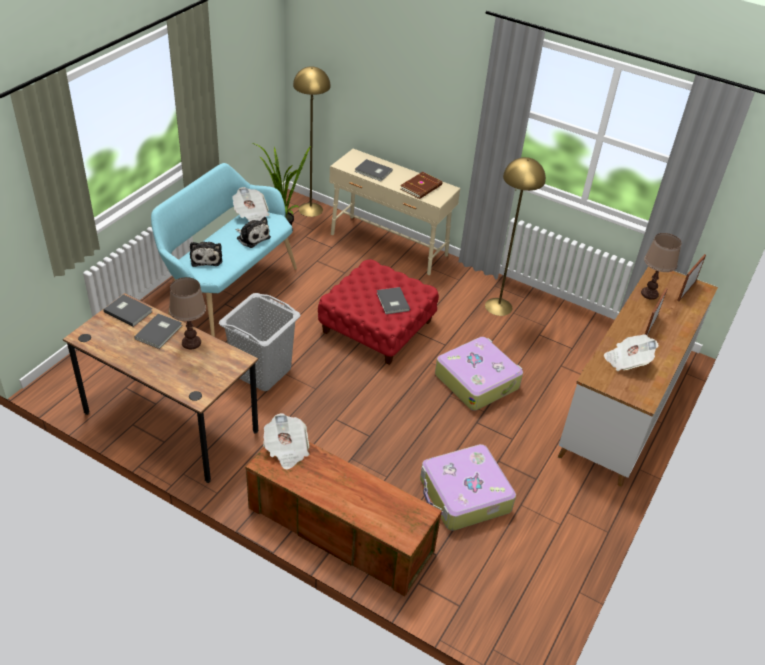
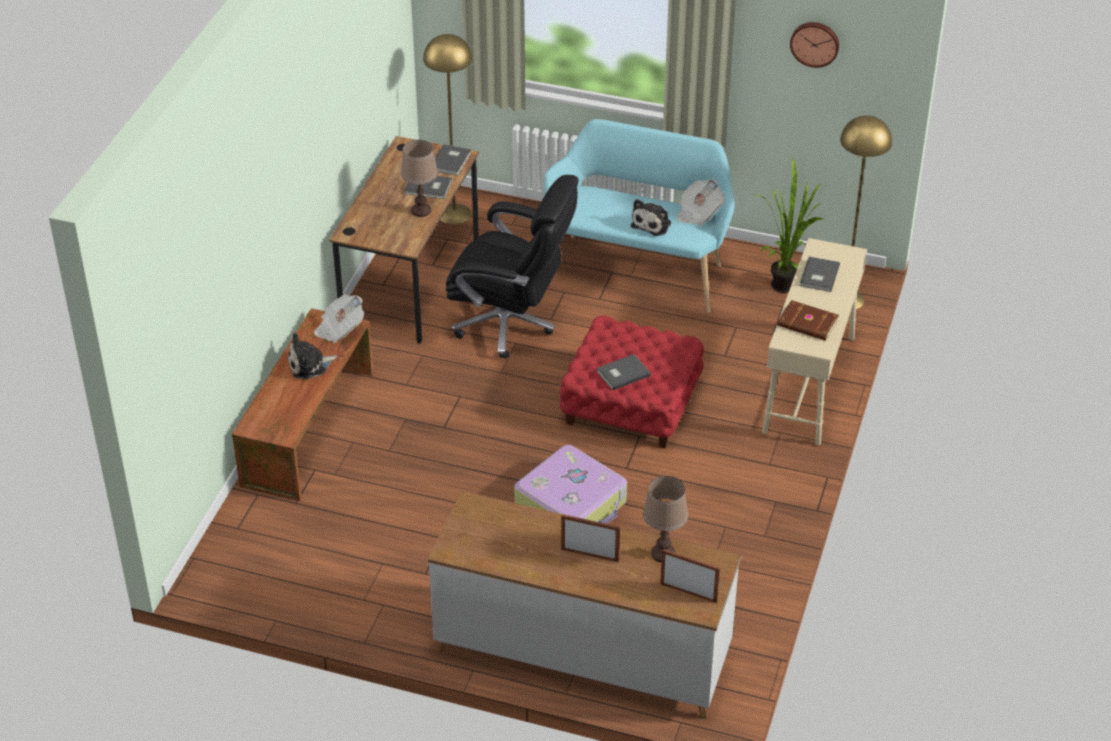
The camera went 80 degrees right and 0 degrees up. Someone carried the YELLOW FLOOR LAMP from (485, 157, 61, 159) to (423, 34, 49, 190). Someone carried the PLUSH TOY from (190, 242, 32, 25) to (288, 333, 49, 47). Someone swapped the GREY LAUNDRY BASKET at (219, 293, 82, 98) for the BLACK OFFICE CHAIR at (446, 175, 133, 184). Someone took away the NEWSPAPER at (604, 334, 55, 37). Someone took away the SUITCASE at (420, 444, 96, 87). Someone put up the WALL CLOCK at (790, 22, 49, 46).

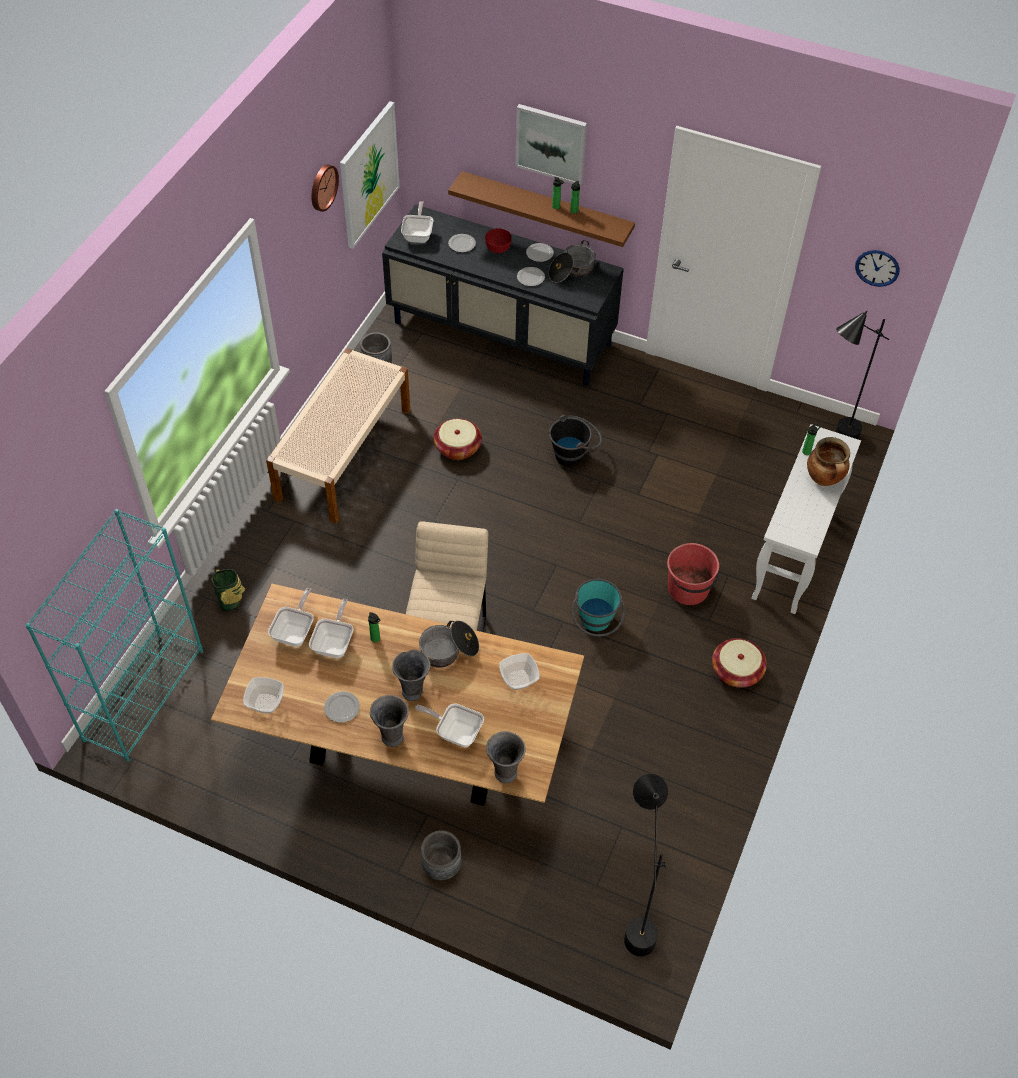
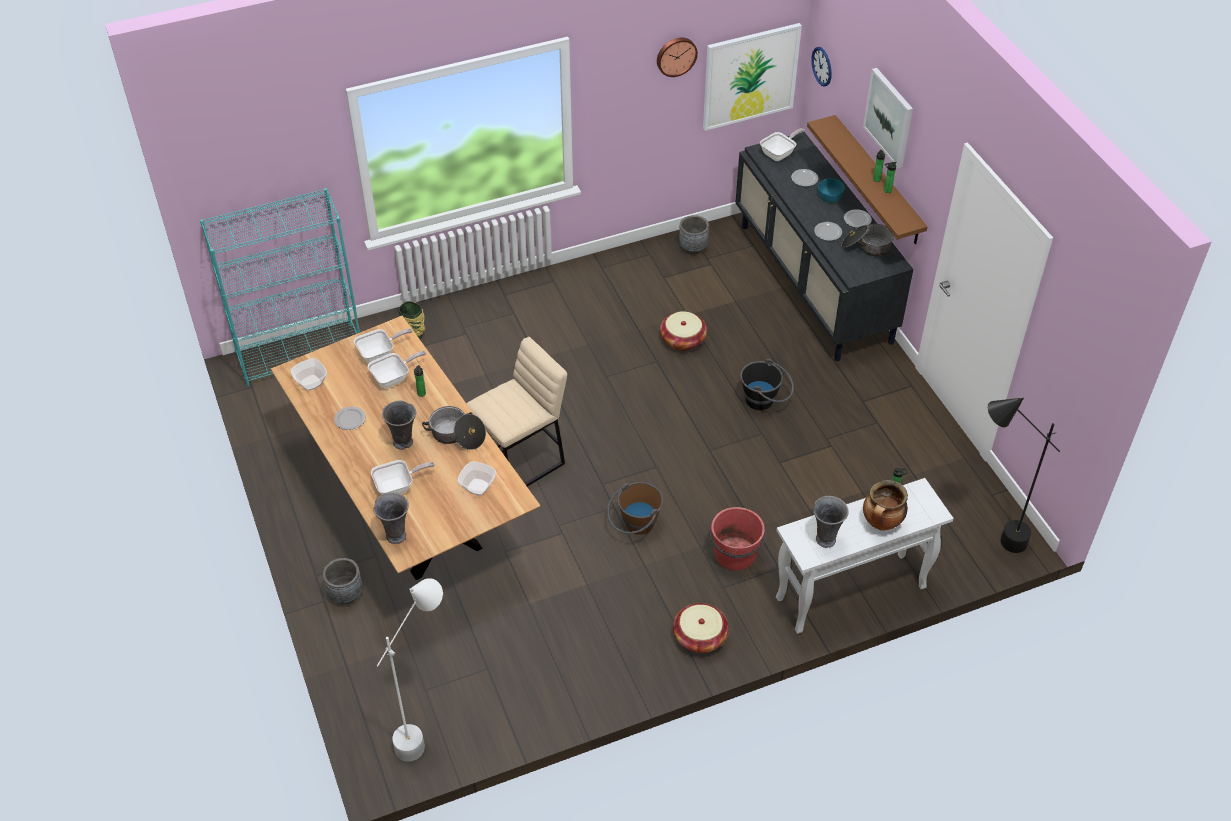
The camera went 45 degrees right and 5 degrees down. Someone repainted the RED BOWL at (485, 229, 27, 24), which became the TURQUOISE BOWL at (818, 178, 27, 24). Someone carried the WALL CLOCK from (855, 250, 45, 37) to (811, 47, 21, 40). Someone took away the BEIGE BENCH at (266, 348, 144, 176). Someone repainted the TURQUOISE BUCKET at (572, 579, 53, 58), which became the BROWN BUCKET at (607, 482, 56, 53). Someone carried the GREY VASE from (370, 695, 39, 52) to (813, 496, 36, 52). Someone rotated the FRYING PAN at (415, 703, 69, 44) by 90 degrees clockwise. Someone repainted the BLACK FLOOR LAMP at (624, 774, 44, 182), which became the WHITE FLOOR LAMP at (377, 578, 66, 183).

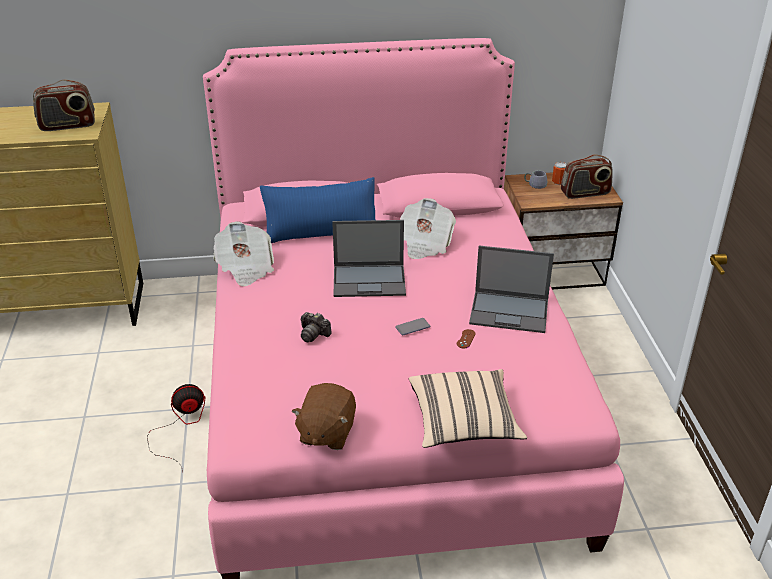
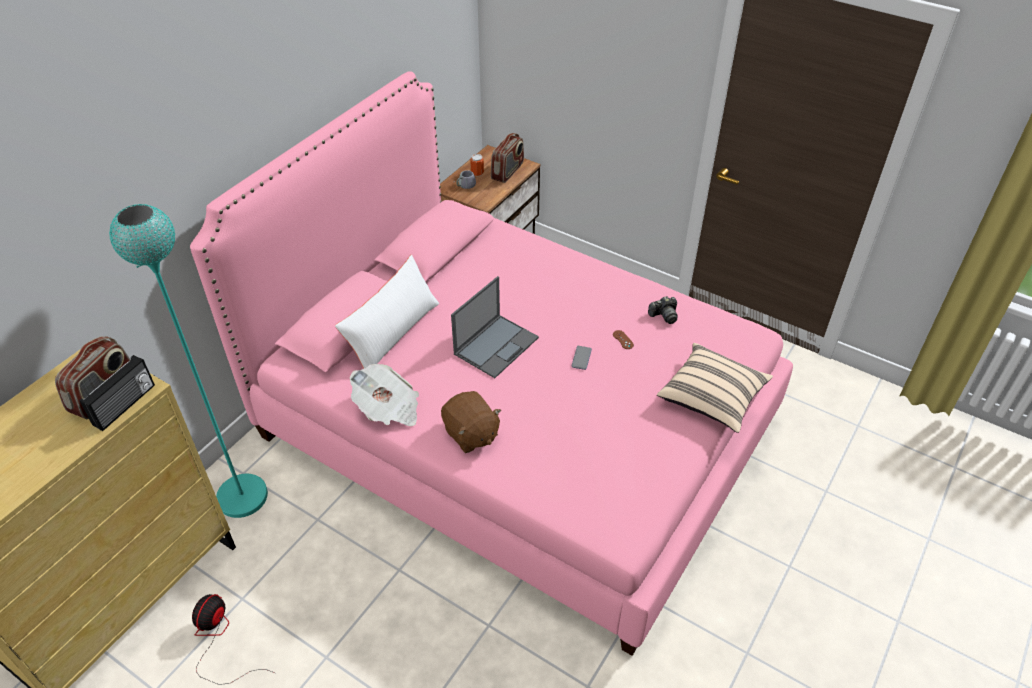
The camera went 50 degrees left and 10 degrees up. Someone repainted the BLUE PILLOW at (260, 177, 115, 66), which became the WHITE PILLOW at (335, 255, 104, 114). Someone took away the NEWSPAPER at (400, 198, 56, 61). Someone took away the LAPTOP at (469, 246, 85, 87). Someone carried the PHOTO CAMERA from (301, 312, 31, 31) to (648, 296, 30, 28). Someone carried the BROWN PLUSH TOY from (292, 383, 64, 67) to (441, 391, 60, 62). Someone carried the FAN from (147, 384, 58, 88) to (192, 594, 82, 91). Someone put down the TURQUOISE FLOOR LAMP at (109, 204, 159, 314). Someone put down the RADIO at (80, 355, 75, 76).

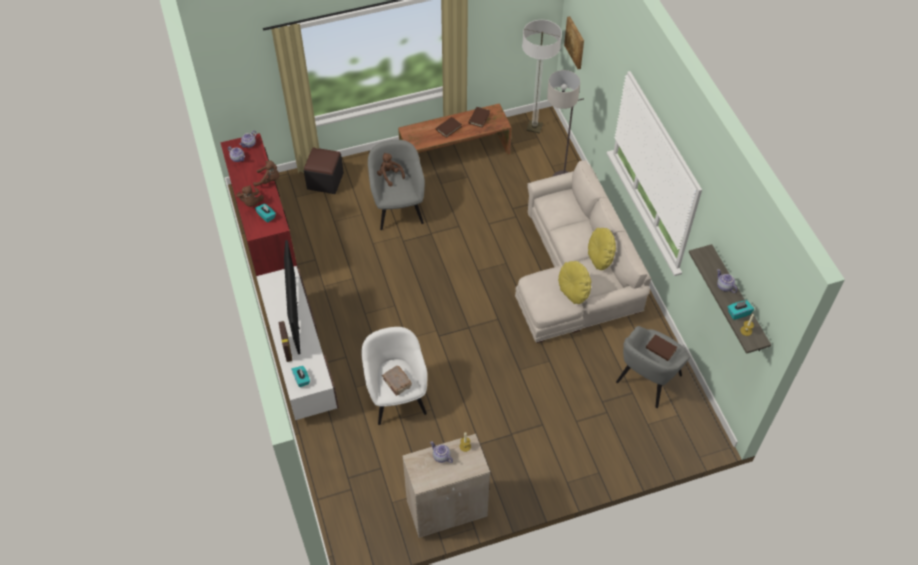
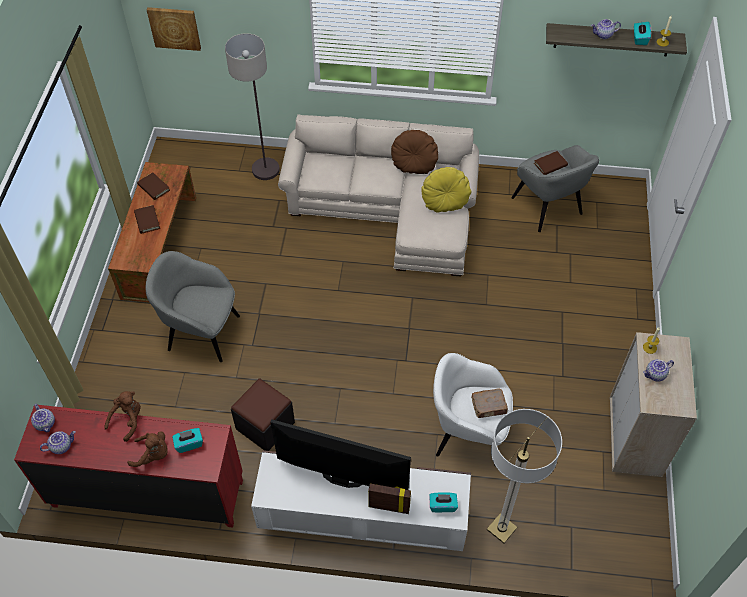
The camera went 65 degrees left and 0 degrees up. Someone carried the FLOOR LAMP from (522, 20, 40, 113) to (487, 409, 75, 134). Someone carried the BLACK OTTOMAN from (304, 148, 40, 46) to (231, 378, 64, 73). Someone took away the BROWN PLUSH TOY at (377, 153, 28, 34). Someone repainted the YELLOW PILLOW at (588, 228, 28, 42), which became the BROWN PILLOW at (391, 130, 47, 44).

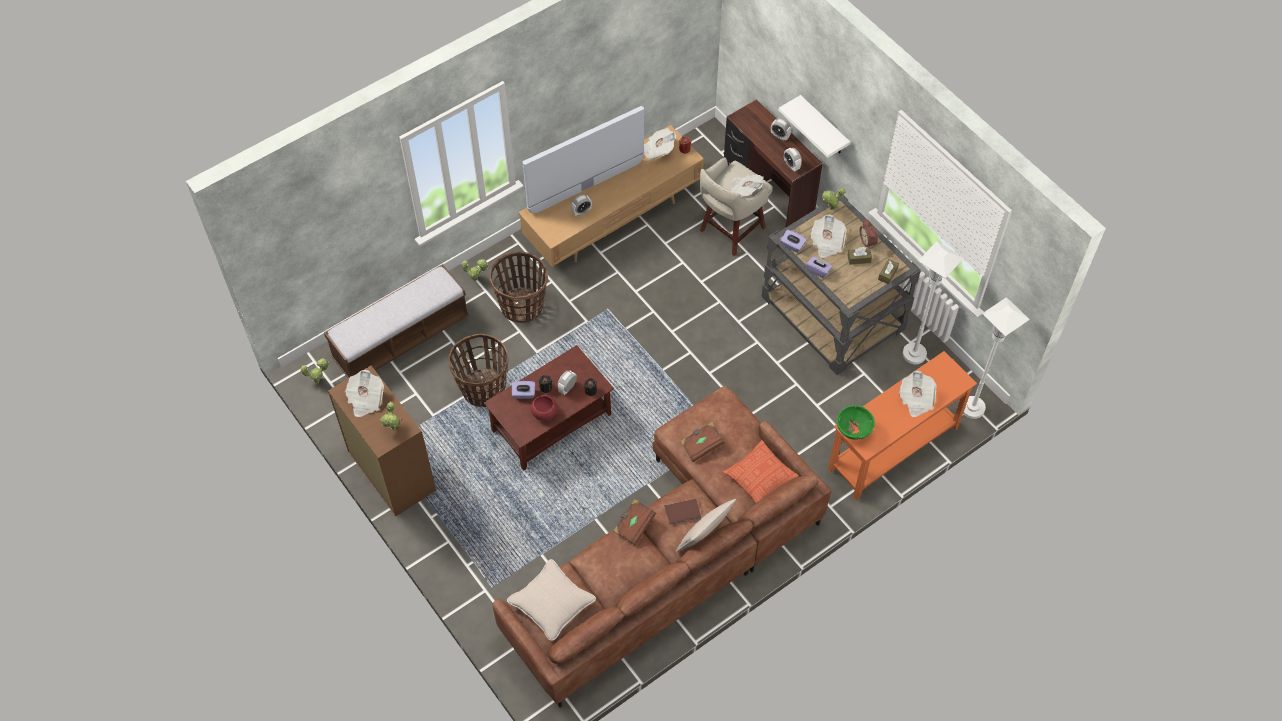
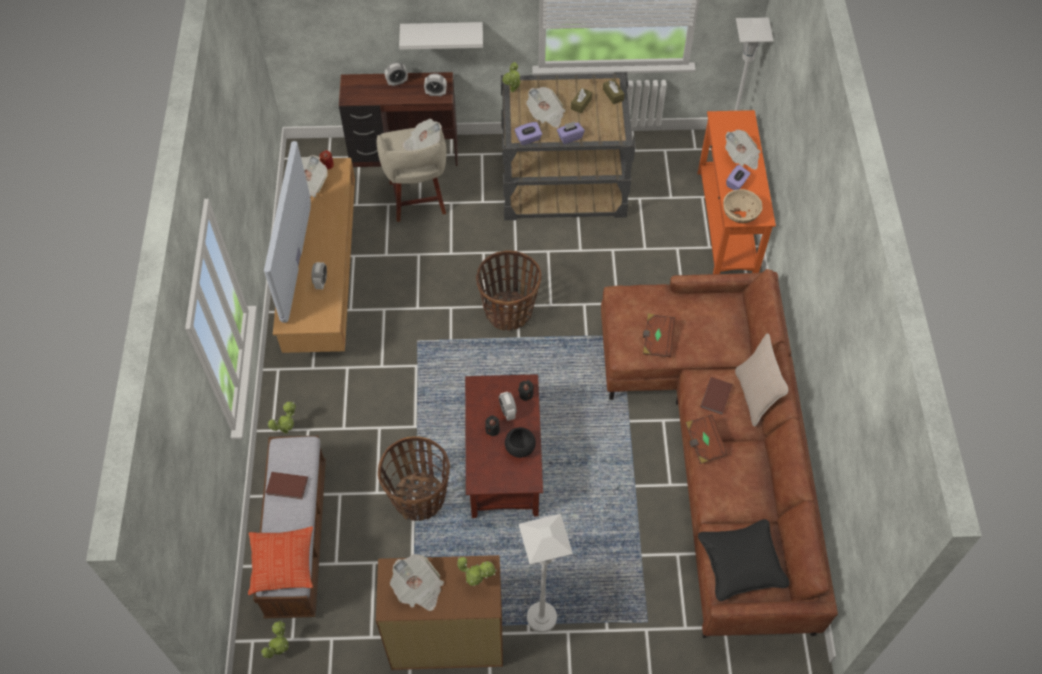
The camera went 55 degrees left and 0 degrees up. Someone took away the ALARM CLOCK at (860, 220, 18, 28). Someone carried the WHITE FLOOR LAMP from (903, 241, 61, 123) to (519, 514, 54, 119). Someone carried the BASKET from (490, 252, 58, 71) to (476, 250, 65, 81). Someone carried the PURPLE TISSUE BOX from (512, 381, 23, 18) to (726, 165, 24, 25). Someone repainted the RED BOWL at (530, 395, 27, 26), which became the BLACK BOWL at (505, 427, 31, 31). Someone repainted the GREEN BOWL at (837, 405, 38, 35), which became the BEIGE BOWL at (723, 189, 40, 34). Someone carried the ORANGE PILLOW from (722, 440, 77, 63) to (248, 526, 65, 69). Someone repainted the BEIGE PILLOW at (507, 559, 89, 82), which became the BLACK PILLOW at (698, 519, 91, 82). Someone put down the BROWN BOOK at (266, 472, 42, 27).

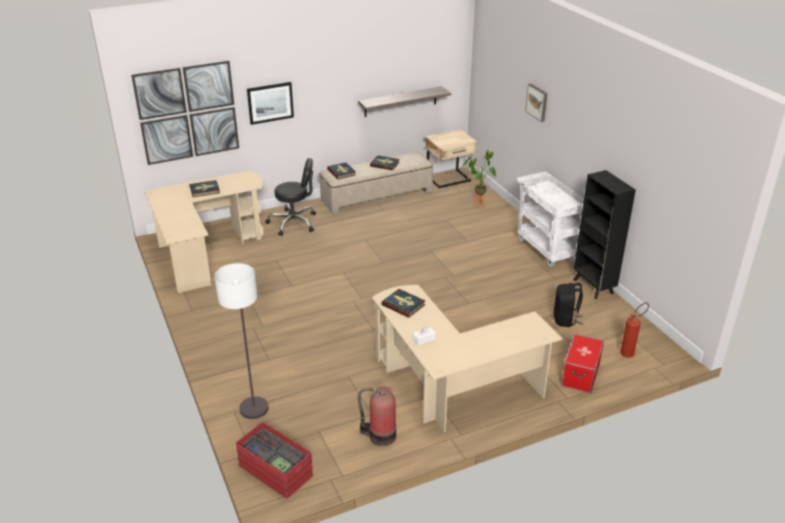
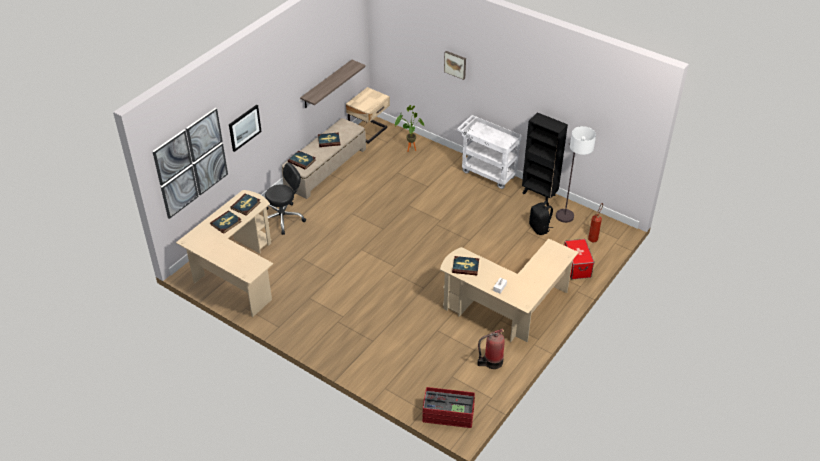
The camera went 30 degrees left and 10 degrees up. Someone carried the WHITE FLOOR LAMP from (214, 263, 55, 156) to (556, 126, 40, 97). Someone put down the BOOK at (230, 193, 30, 23).

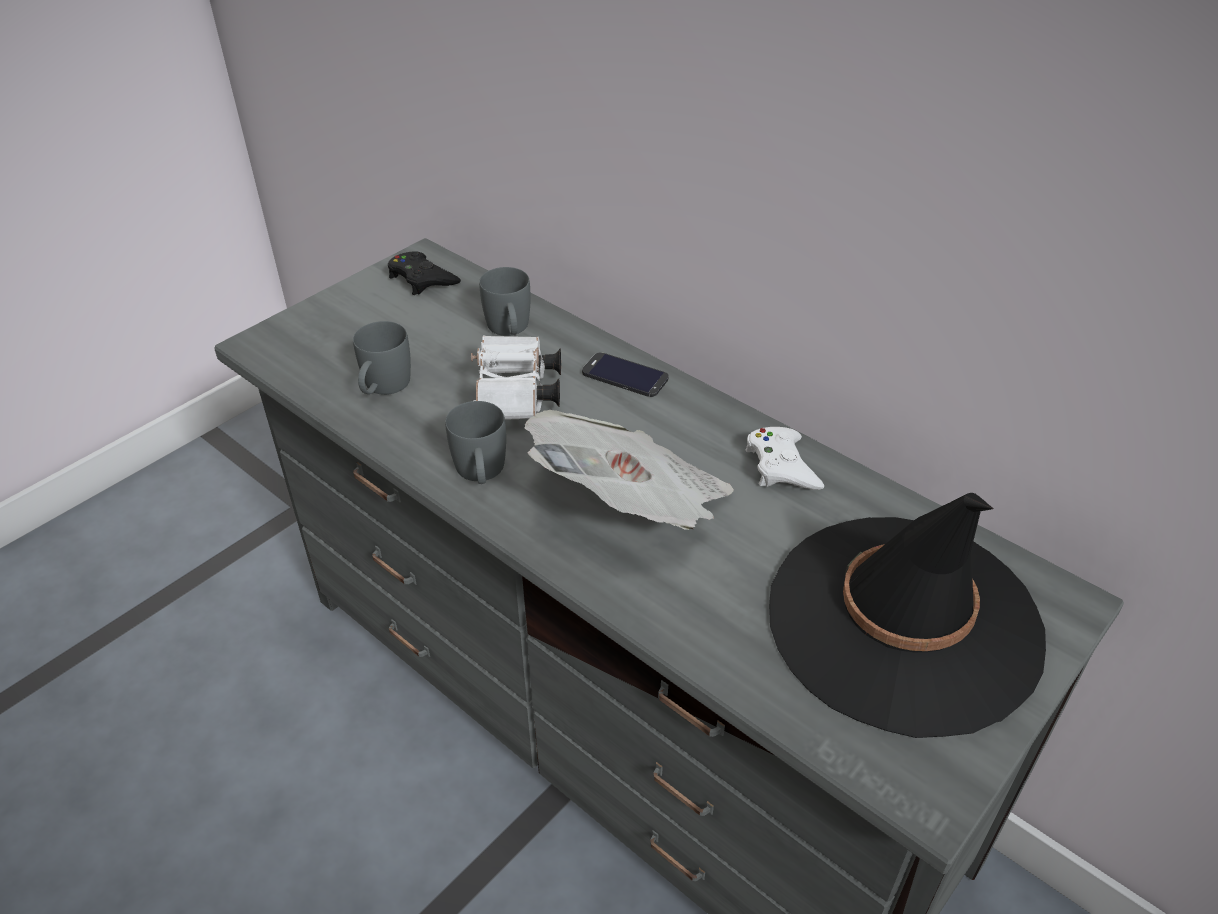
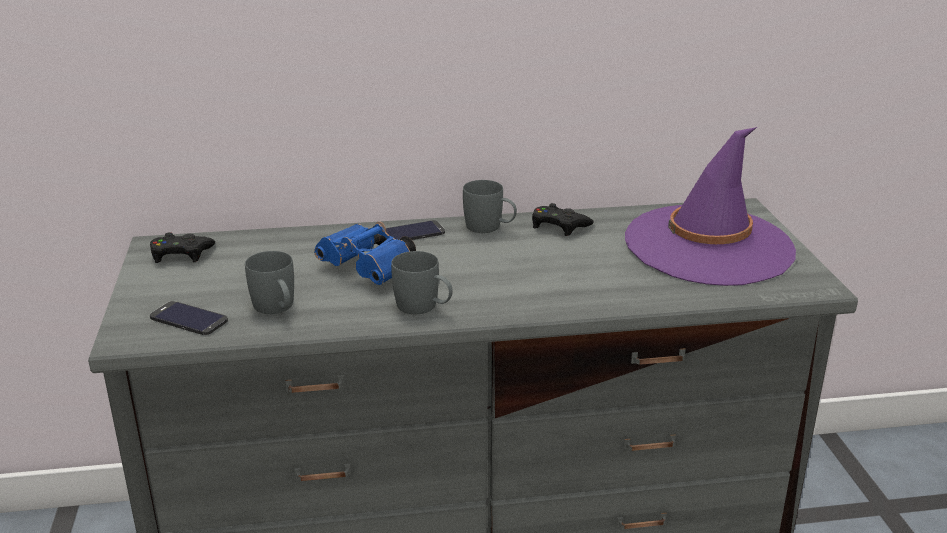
The camera went 50 degrees left and 15 degrees down. Someone carried the GREY MUG from (479, 267, 51, 69) to (463, 180, 54, 53). Someone repainted the WHITE BINOCULARS at (471, 335, 90, 85), which became the BLUE BINOCULARS at (314, 221, 102, 64). Someone took away the NEWSPAPER at (524, 410, 210, 120). Someone repainted the WHITE GAME CONTROLLER at (745, 427, 79, 63), which became the BLACK GAME CONTROLLER at (532, 203, 62, 33). Someone repainted the BLACK HAT at (769, 493, 277, 245), which became the PURPLE HAT at (625, 127, 171, 159). Someone put down the PHONE at (150, 301, 78, 34).

